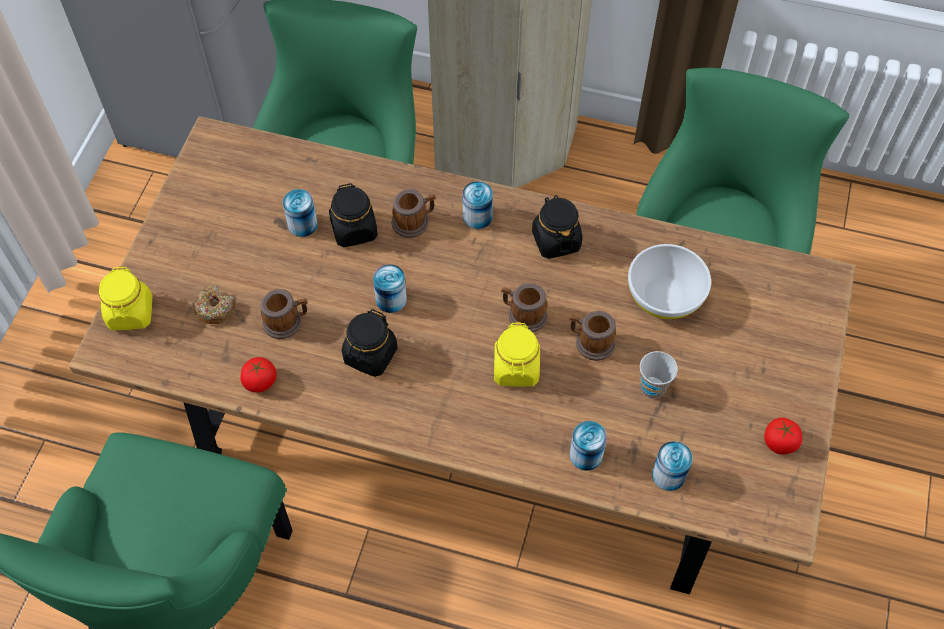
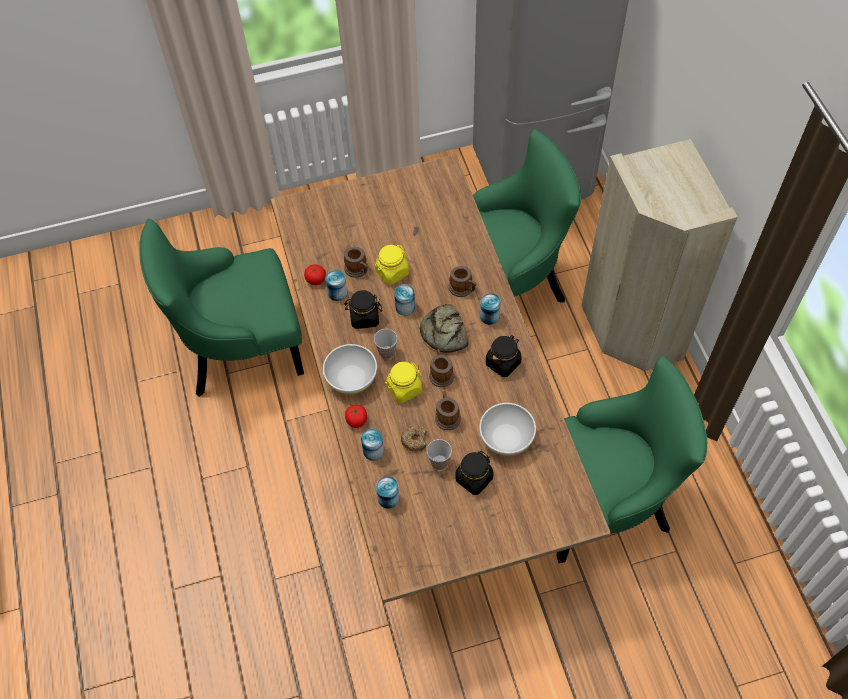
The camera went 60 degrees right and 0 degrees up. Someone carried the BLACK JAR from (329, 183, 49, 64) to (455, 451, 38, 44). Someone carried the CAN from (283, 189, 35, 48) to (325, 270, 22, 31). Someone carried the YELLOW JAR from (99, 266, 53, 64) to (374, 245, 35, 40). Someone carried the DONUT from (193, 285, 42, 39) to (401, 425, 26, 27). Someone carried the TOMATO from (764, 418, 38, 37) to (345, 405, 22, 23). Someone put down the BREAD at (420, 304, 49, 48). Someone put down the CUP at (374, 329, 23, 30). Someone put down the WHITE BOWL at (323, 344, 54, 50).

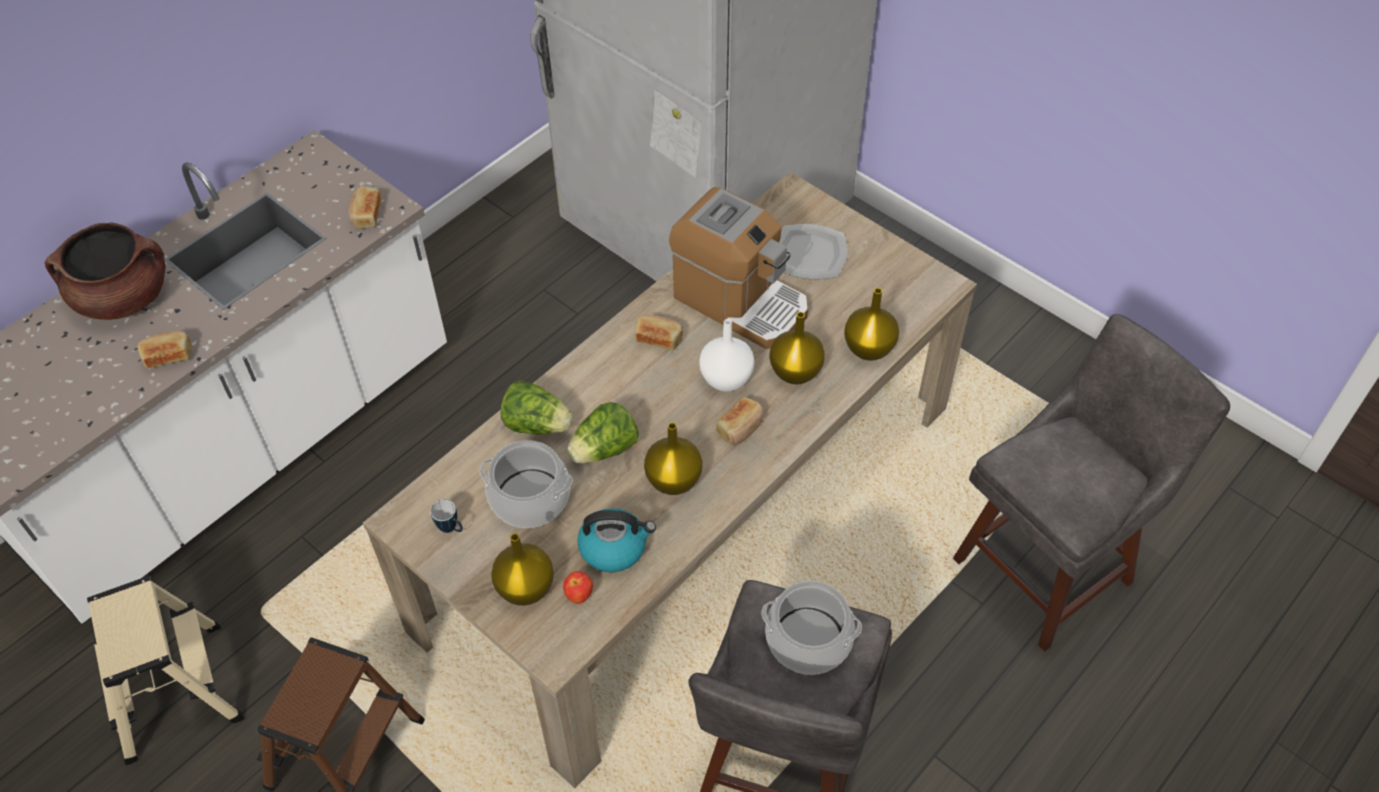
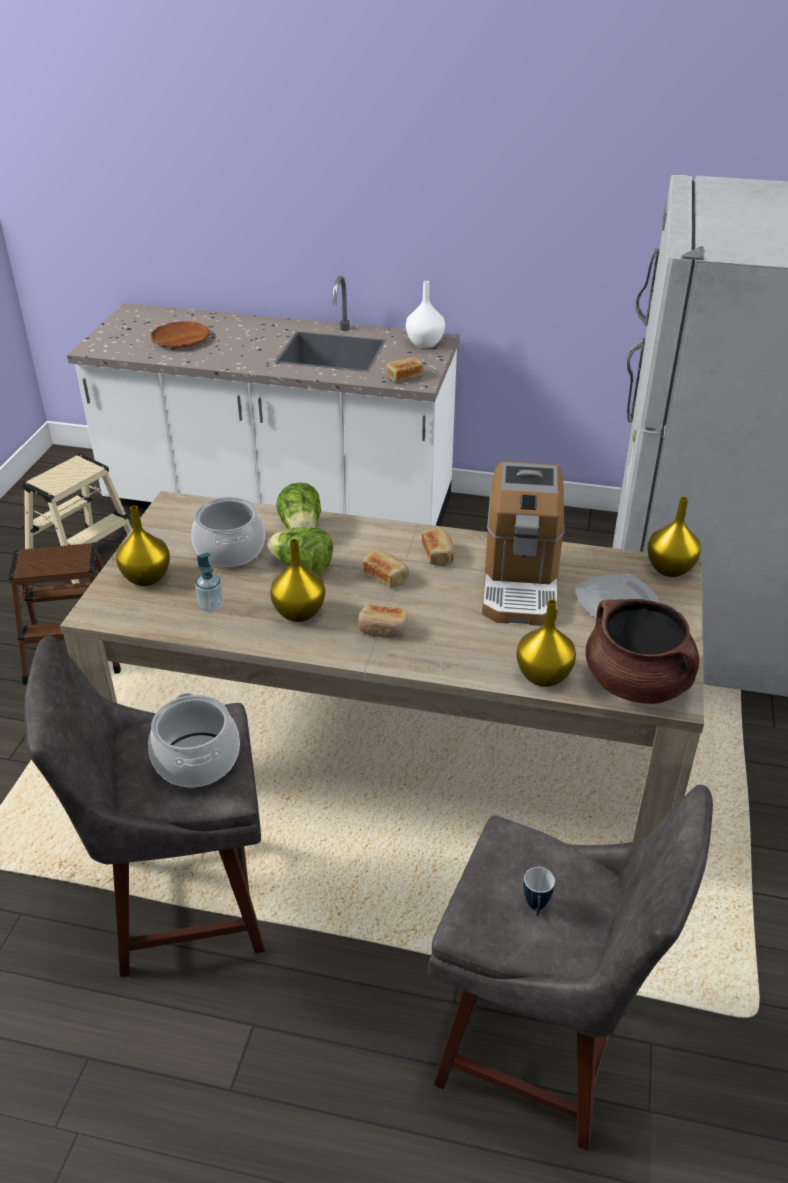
The camera went 60 degrees right and 15 degrees down. Someone carried the BROWN COOKING POT from (45, 222, 121, 98) to (586, 599, 113, 105). Someone carried the YELLOW VASE from (770, 312, 55, 73) to (647, 497, 54, 80). Someone carried the WHITE VASE from (699, 319, 56, 73) to (406, 281, 39, 67). Someone carried the BREAD from (137, 331, 55, 37) to (363, 550, 46, 37). Someone carried the MUG from (430, 499, 33, 34) to (523, 867, 32, 49). Someone swapped the KETTLE at (577, 508, 79, 65) for the SOAP DISPENSER at (195, 552, 29, 60). Someone took away the APPLE at (563, 571, 30, 33). Someone put down the BROWN PLATE at (151, 321, 59, 27).

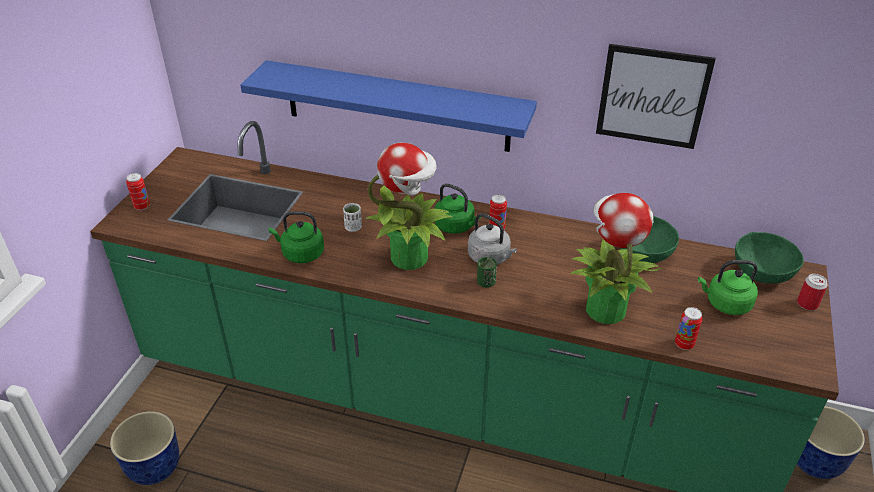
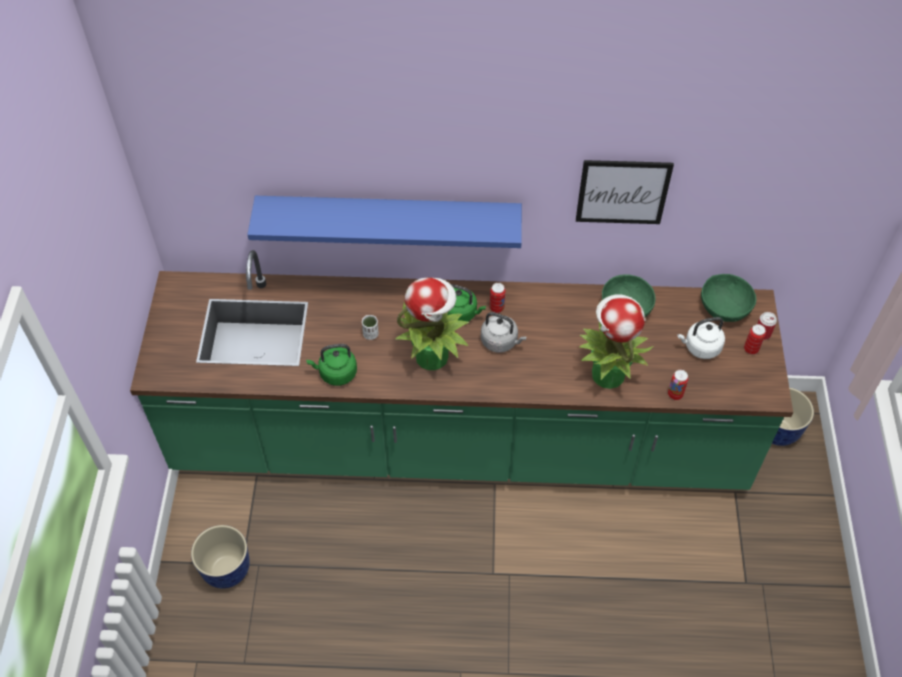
The camera went 15 degrees left and 15 degrees up. Someone carried the CAN from (126, 173, 24, 37) to (744, 324, 22, 31). Someone took away the GREEN CUP at (477, 257, 20, 31). Someone repainted the GREEN KETTLE at (698, 260, 60, 55), which became the WHITE KETTLE at (678, 317, 47, 42).

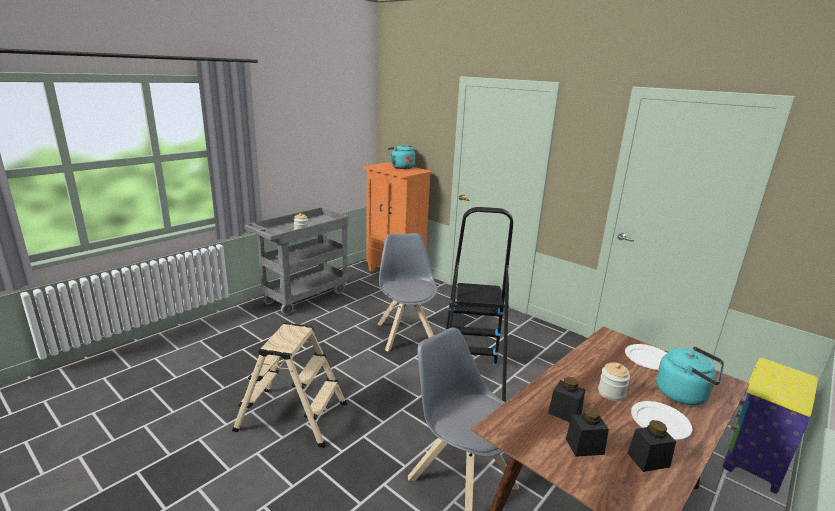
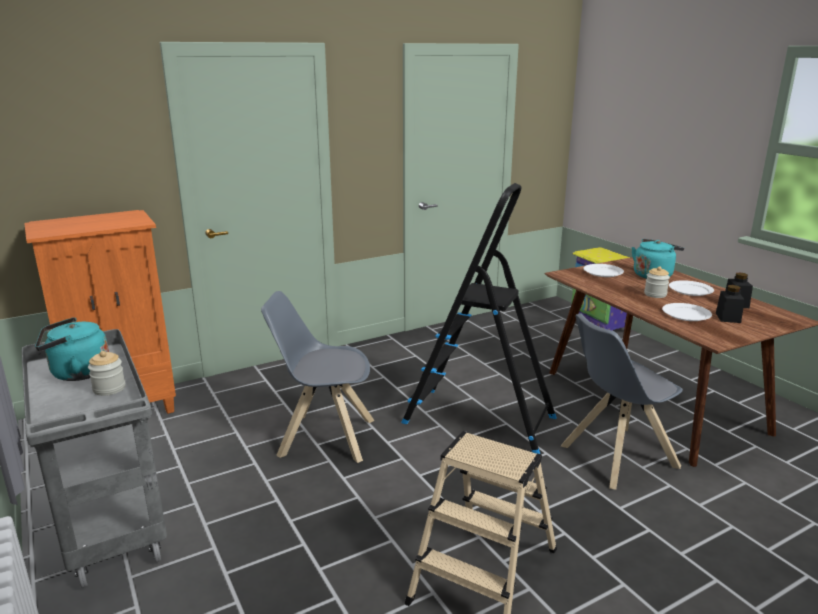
The camera went 70 degrees left and 0 degrees up. Someone carried the TURQUOISE KETTLE from (388, 144, 27, 25) to (35, 317, 74, 64). Someone swapped the BLACK JAR at (548, 377, 37, 45) for the WHITE PLATE at (662, 303, 50, 18).

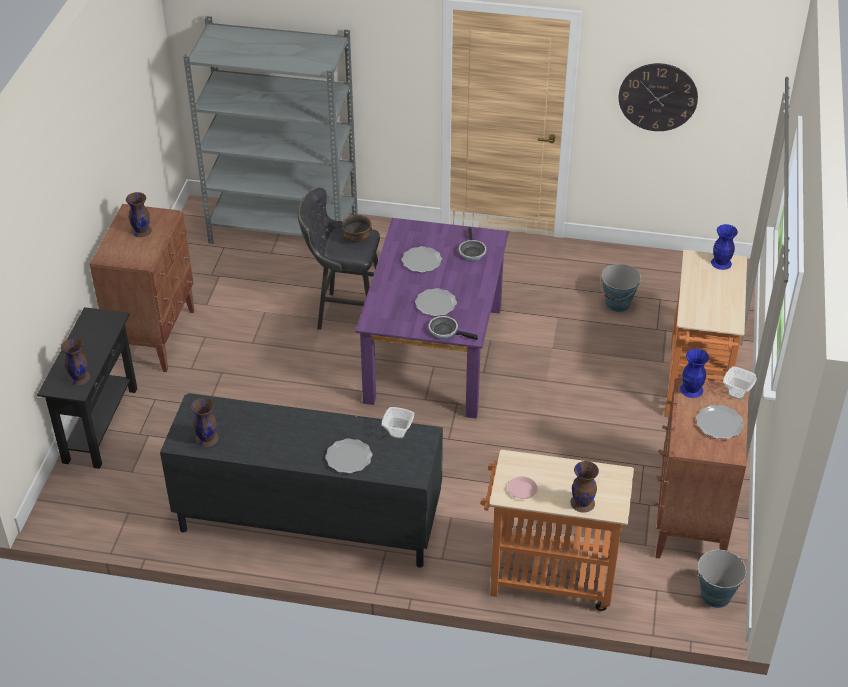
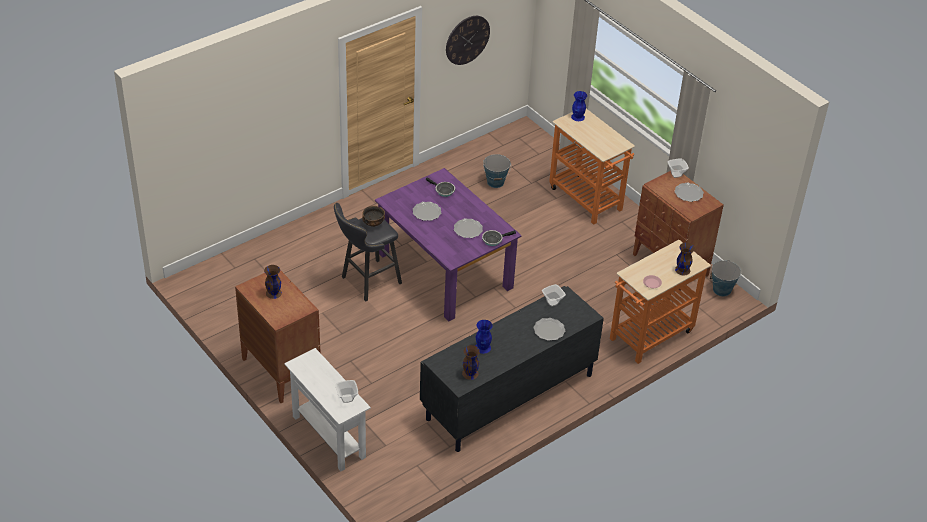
The camera went 50 degrees left and 0 degrees up. Someone took away the GREY BOOKCASE at (183, 16, 175, 228). Someone repainted the BLACK CONSOLE TABLE at (37, 307, 100, 162), which became the WHITE CONSOLE TABLE at (284, 348, 87, 123). Someone swapped the BROWN VASE at (61, 338, 29, 47) for the BOWL at (336, 380, 22, 23). Someone carried the BLUE VASE from (680, 349, 29, 49) to (476, 320, 17, 34).

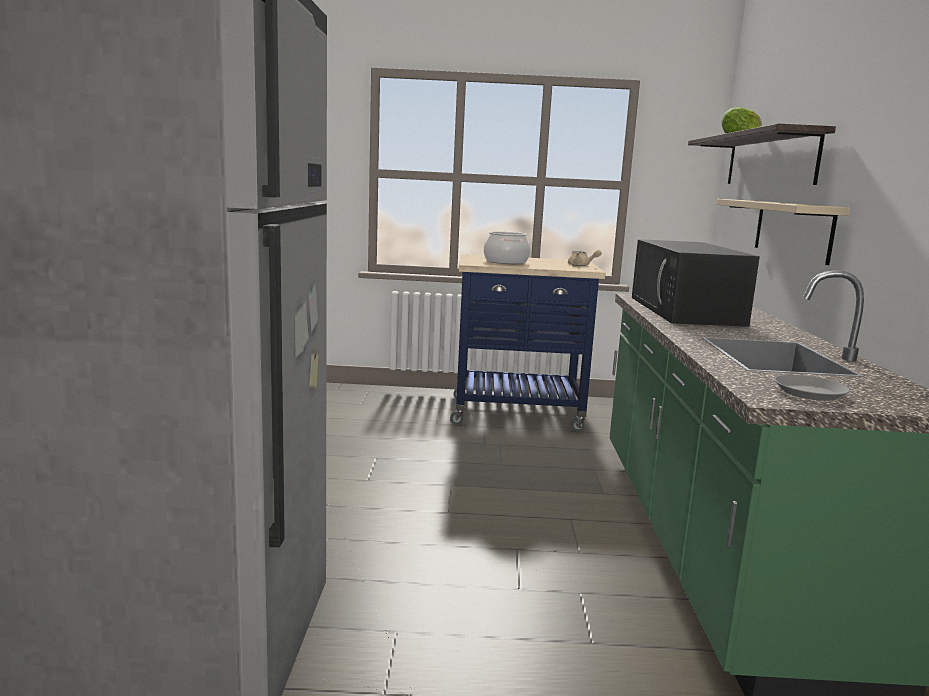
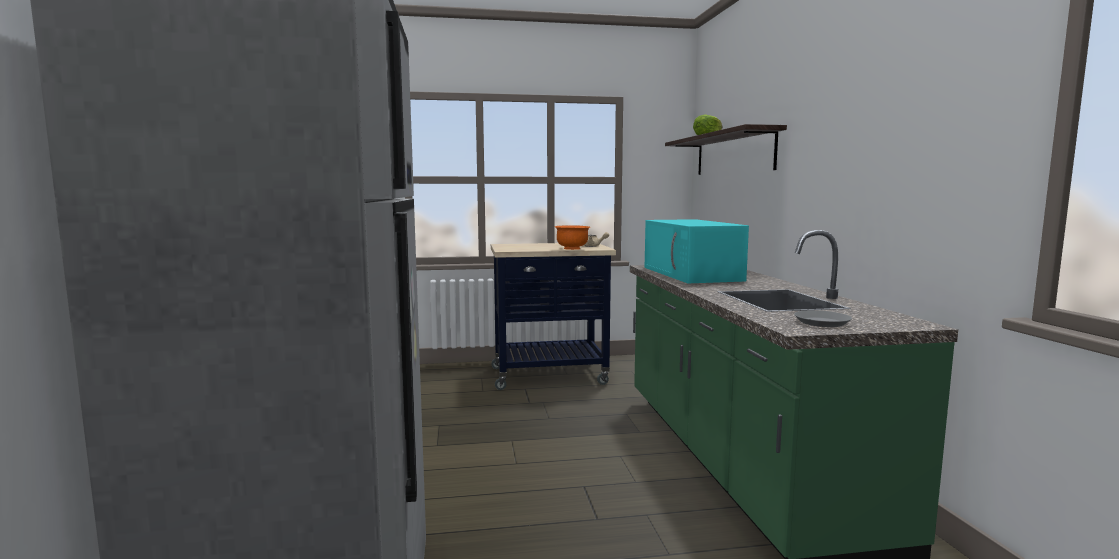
The camera went 10 degrees left and 5 degrees down. Someone took away the BEIGE SHELF at (716, 199, 134, 66). Someone took away the COOKING POT at (484, 231, 46, 33). Someone repainted the BLACK MICROWAVE at (632, 239, 128, 88), which became the TURQUOISE MICROWAVE at (645, 219, 104, 64). Someone put down the ORANGE BOWL at (555, 225, 35, 25).

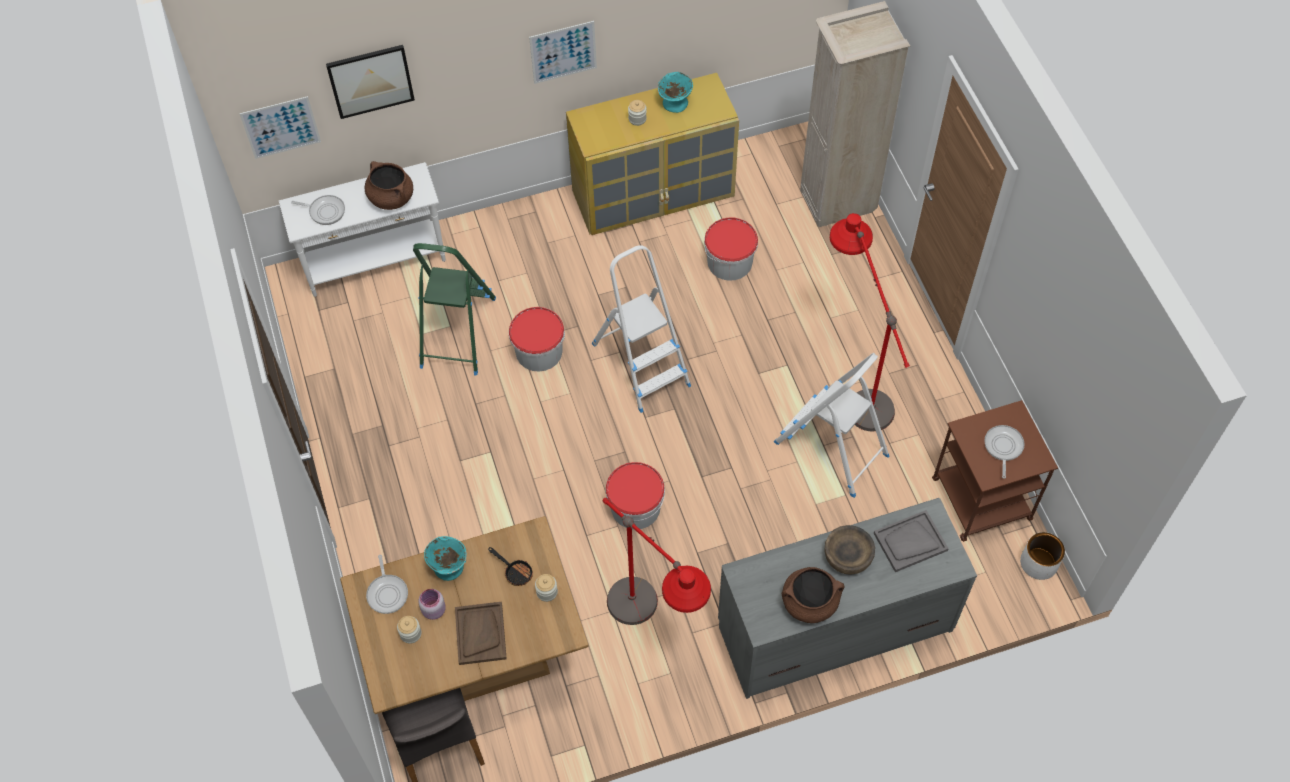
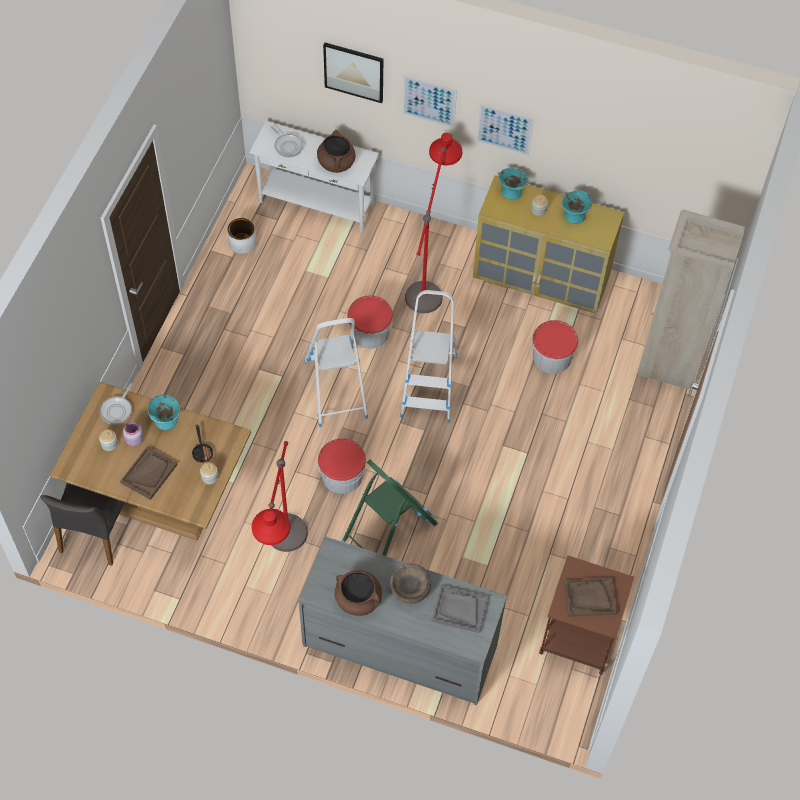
The camera went 35 degrees right and 0 degrees up. Someone carried the PICTURE from (239, 96, 82, 63) to (403, 76, 54, 52). Someone carried the RED FLOOR LAMP from (830, 213, 80, 219) to (405, 133, 57, 180). Someone carried the GREEN STEP LADDER from (413, 243, 83, 132) to (342, 459, 96, 97). Someone carried the WHITE STEP LADDER from (774, 353, 116, 145) to (304, 318, 64, 109). Someone swapped the FRYING PAN at (984, 425, 41, 54) for the BROWN TRAY at (564, 578, 53, 39). Someone carried the WHITE PLANTER from (1020, 532, 45, 48) to (227, 218, 30, 36). Someone put down the TURQUOISE BOWL at (499, 168, 29, 32).

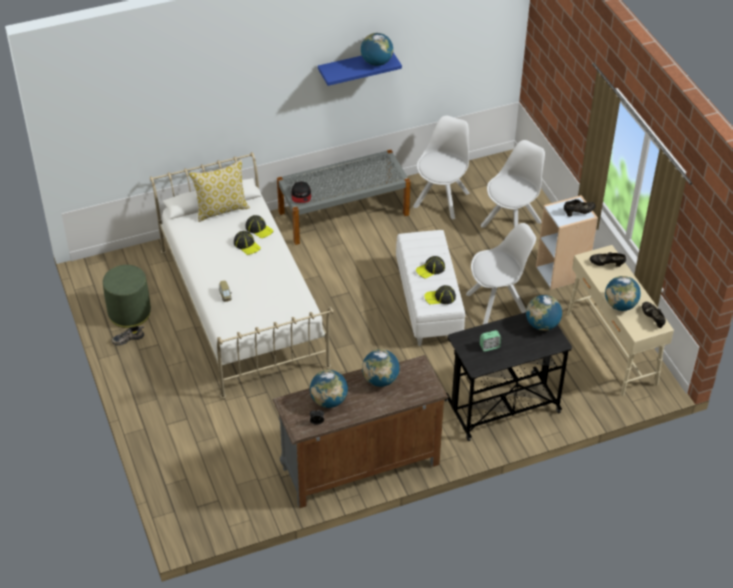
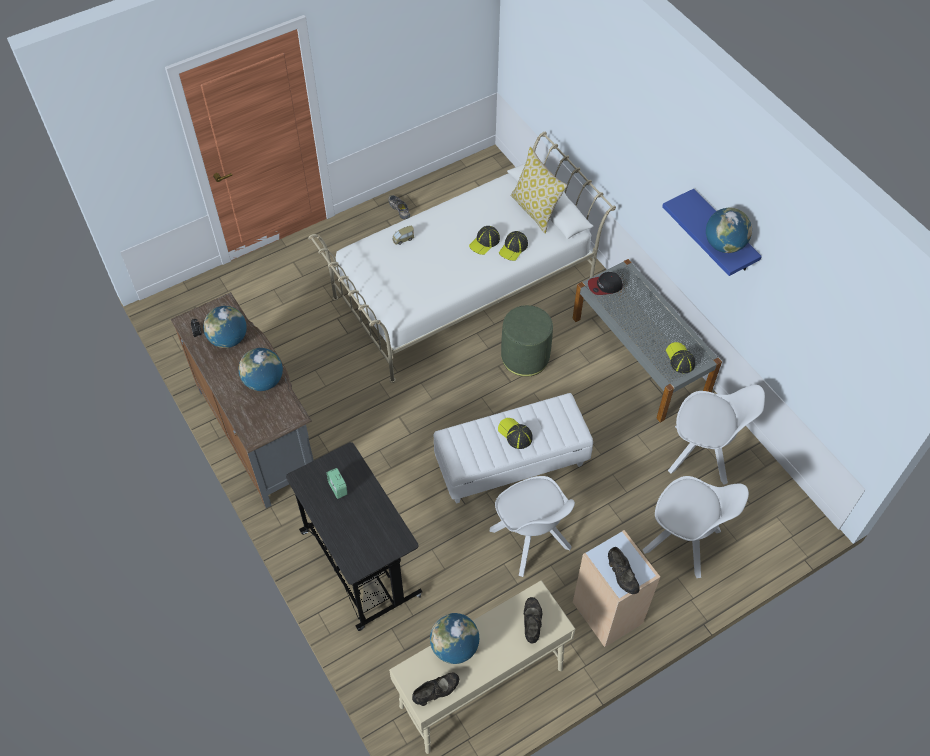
The camera went 80 degrees right and 10 degrees up. Someone carried the GREEN OTTOMAN from (103, 265, 48, 63) to (501, 305, 52, 72). Someone carried the CAP from (424, 285, 32, 20) to (666, 342, 29, 31). Someone took away the GLOBE at (526, 295, 36, 36).

